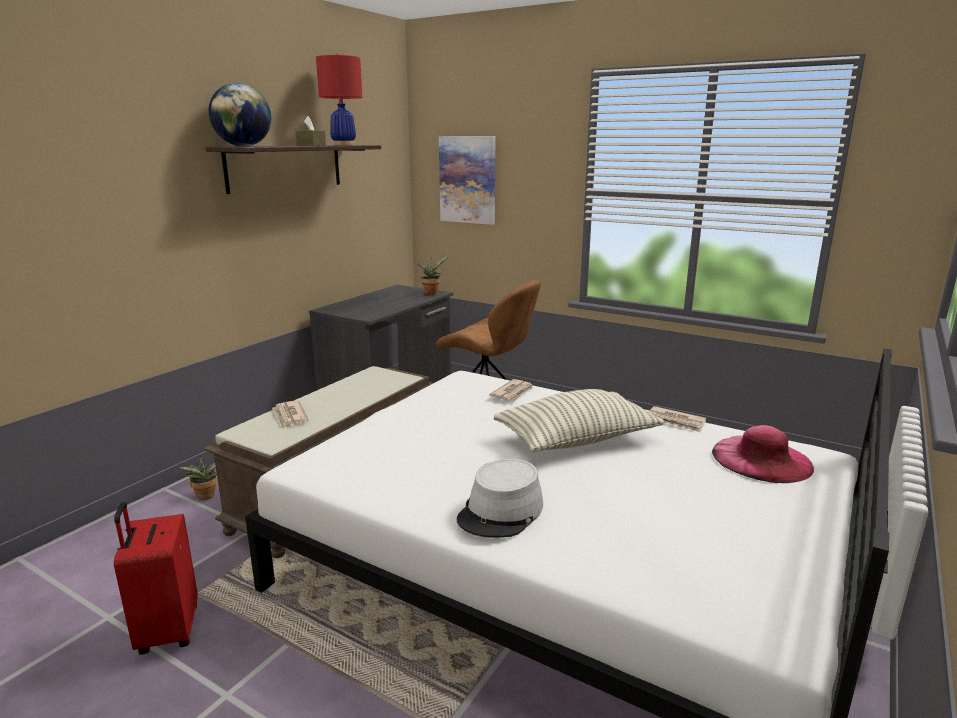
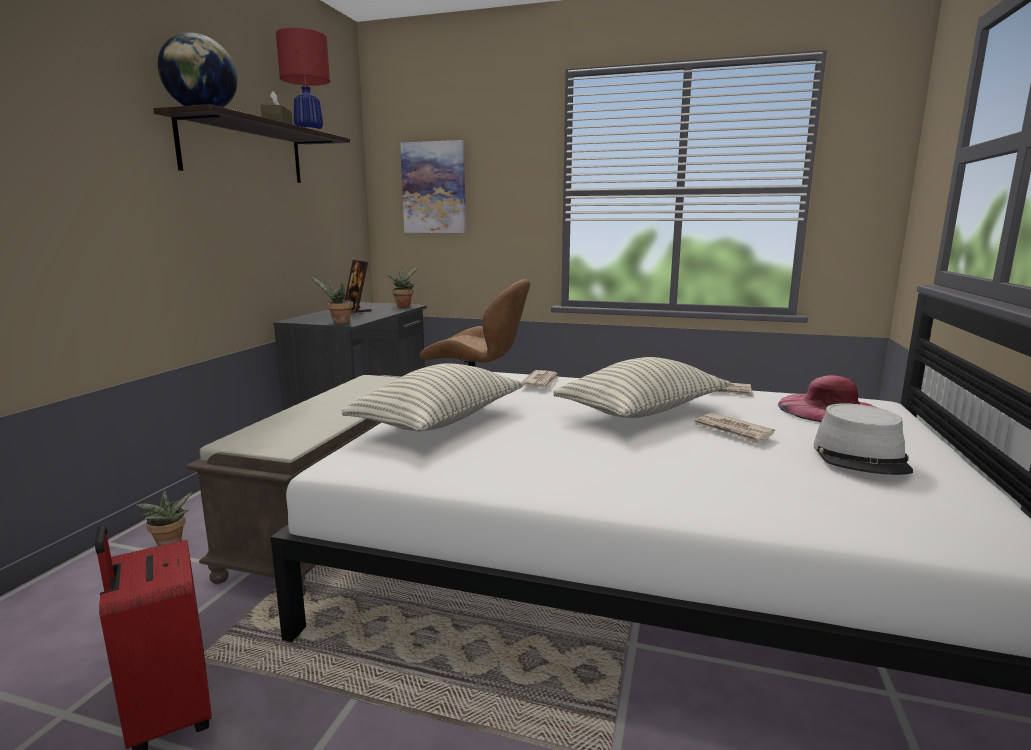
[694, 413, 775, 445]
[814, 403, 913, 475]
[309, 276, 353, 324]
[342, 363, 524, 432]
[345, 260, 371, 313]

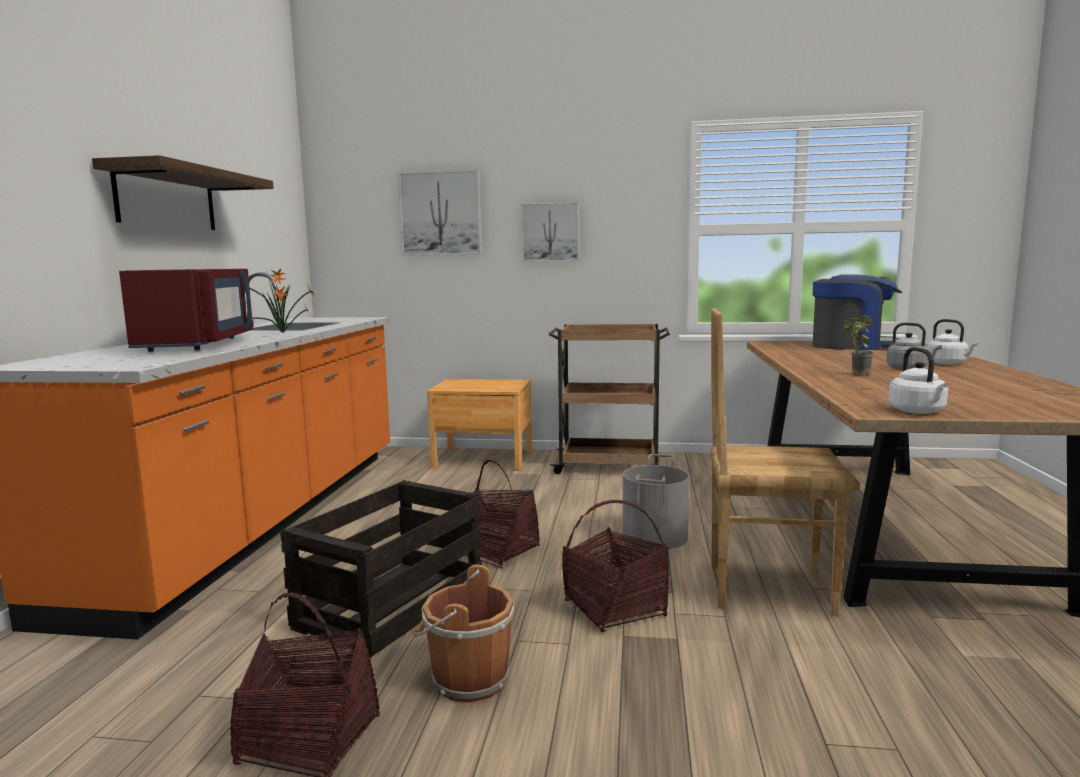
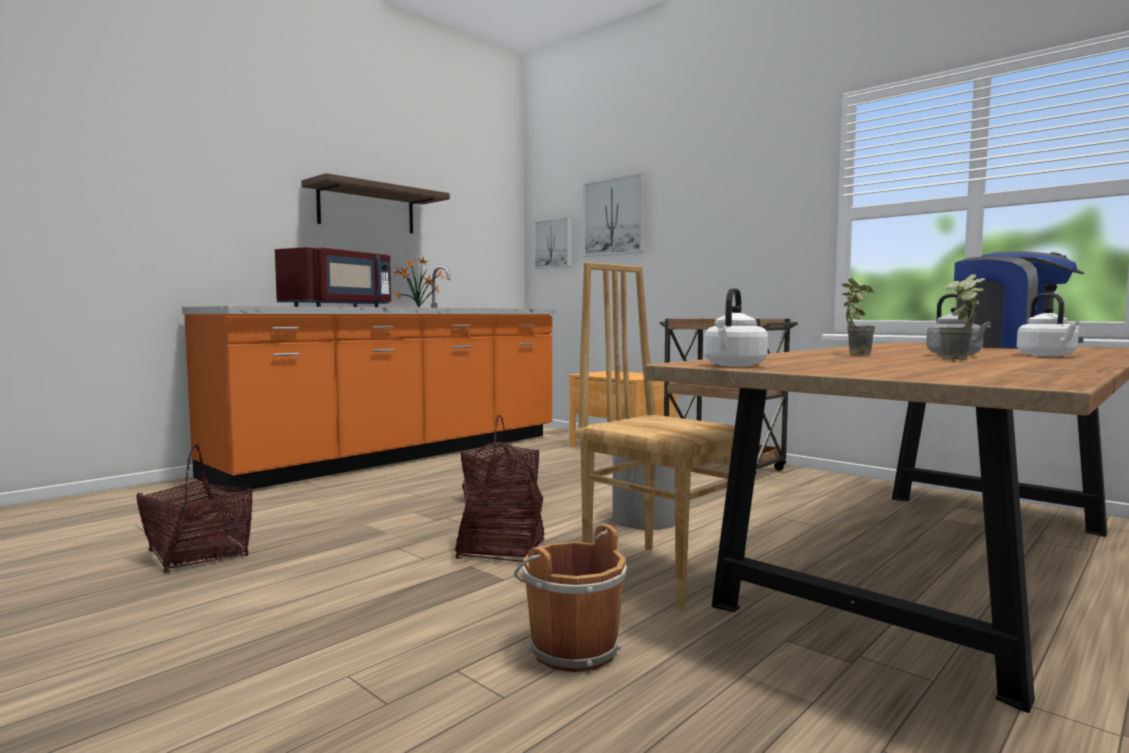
[280, 480, 482, 658] (first image)
[514, 524, 627, 672]
[534, 217, 572, 269]
[939, 274, 985, 360]

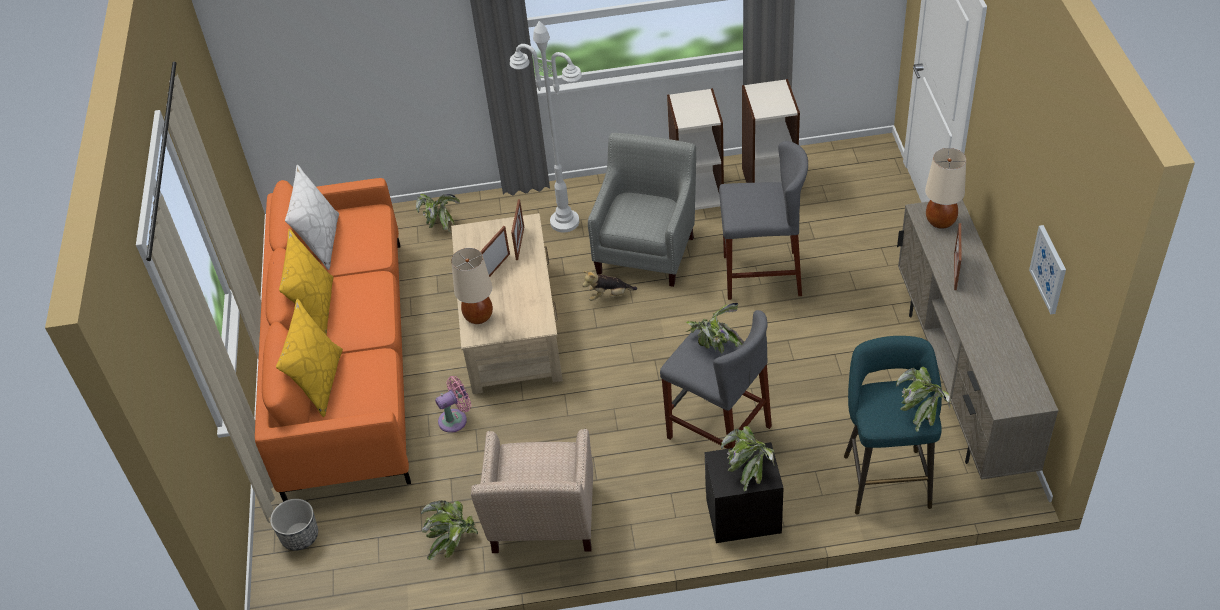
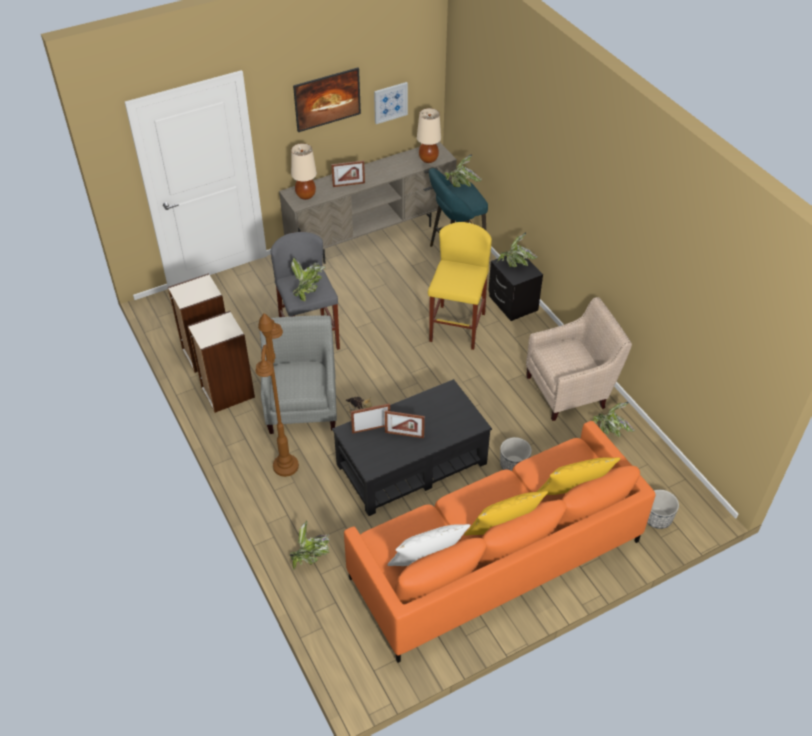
[500, 437, 532, 471]
[332, 379, 492, 516]
[417, 108, 441, 163]
[256, 313, 299, 477]
[260, 315, 337, 434]
[428, 222, 492, 350]
[291, 257, 325, 301]
[293, 68, 361, 132]

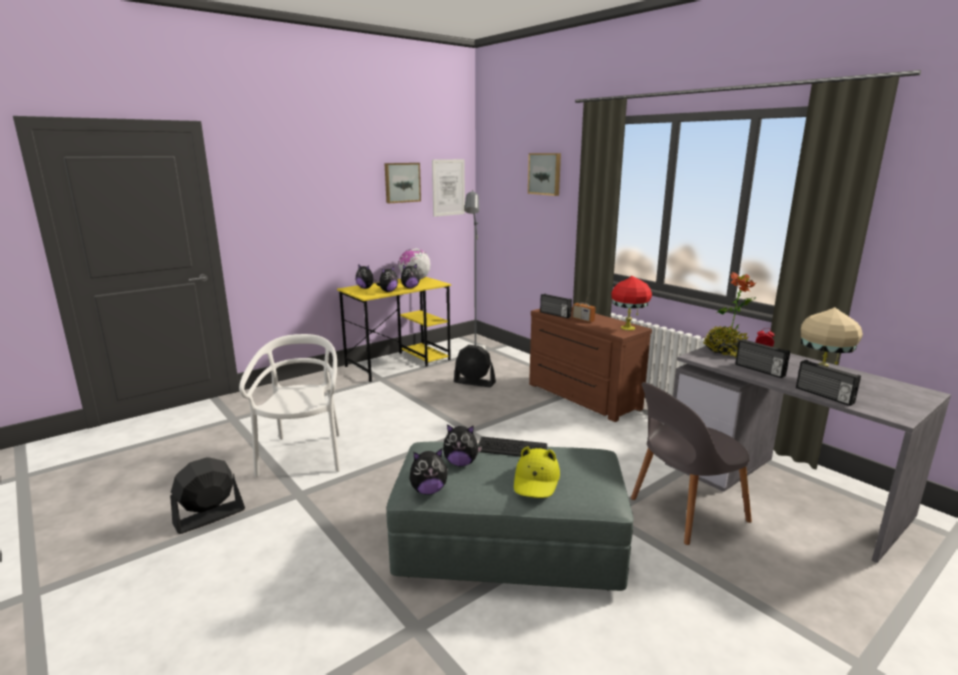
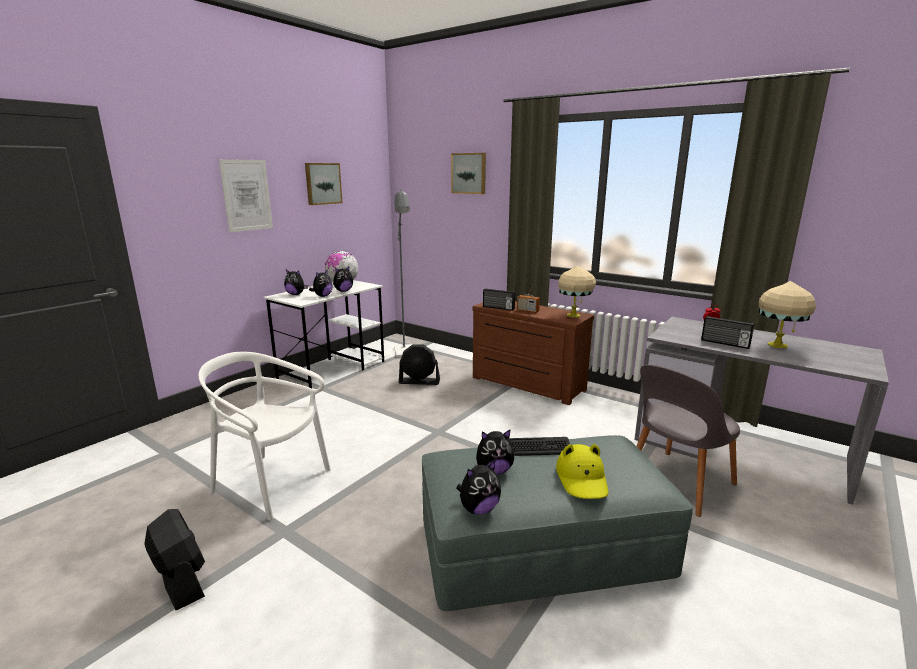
[144, 509, 205, 610]
[198, 352, 331, 520]
[264, 280, 385, 388]
[219, 159, 273, 232]
[558, 265, 596, 318]
[703, 272, 756, 358] (first image)
[796, 360, 861, 406] (first image)

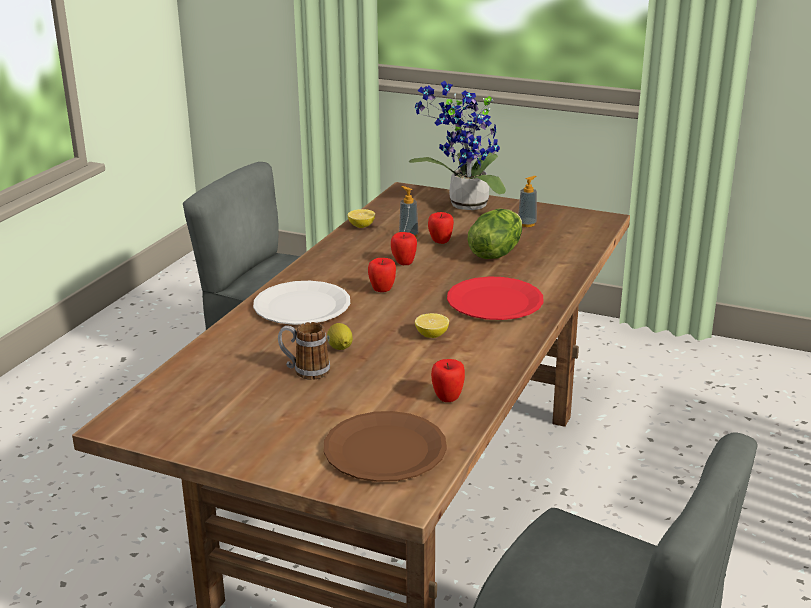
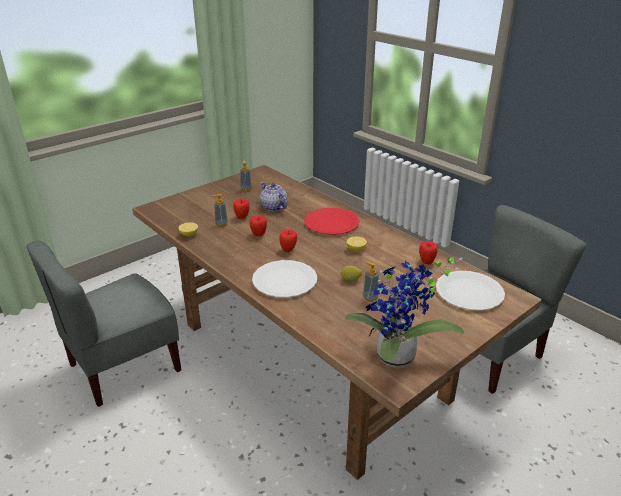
[363, 261, 379, 301]
[436, 271, 505, 311]
[345, 257, 464, 368]
[260, 182, 287, 211]

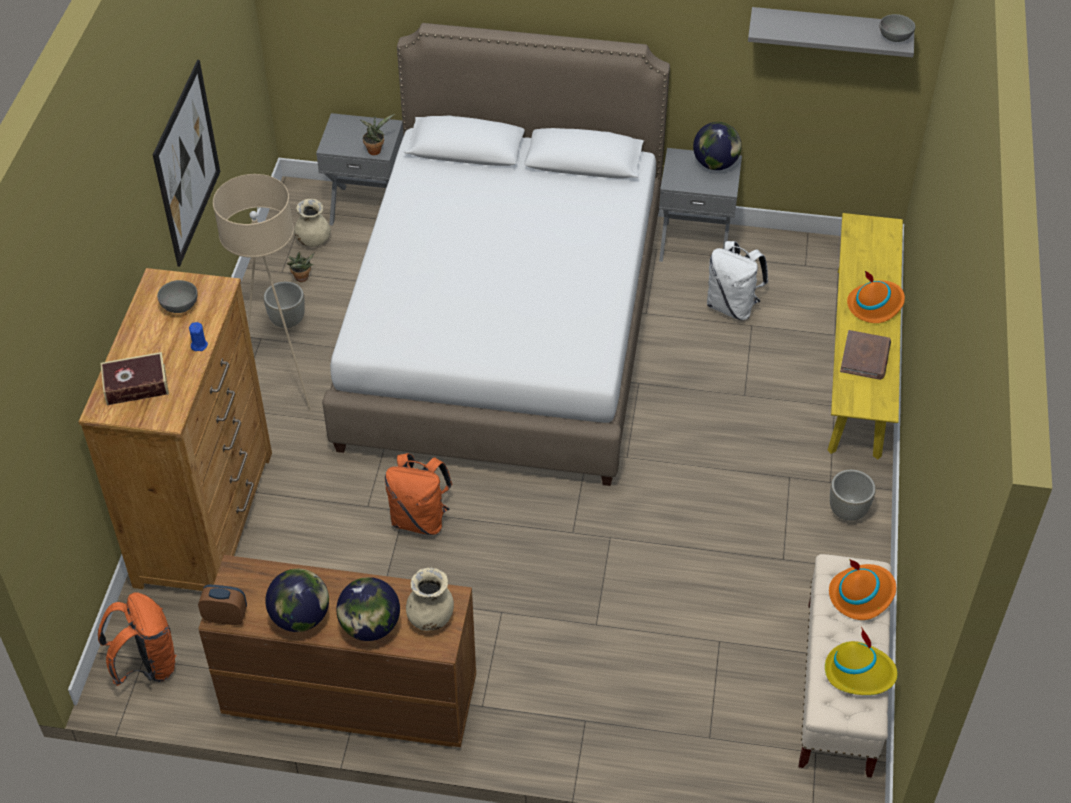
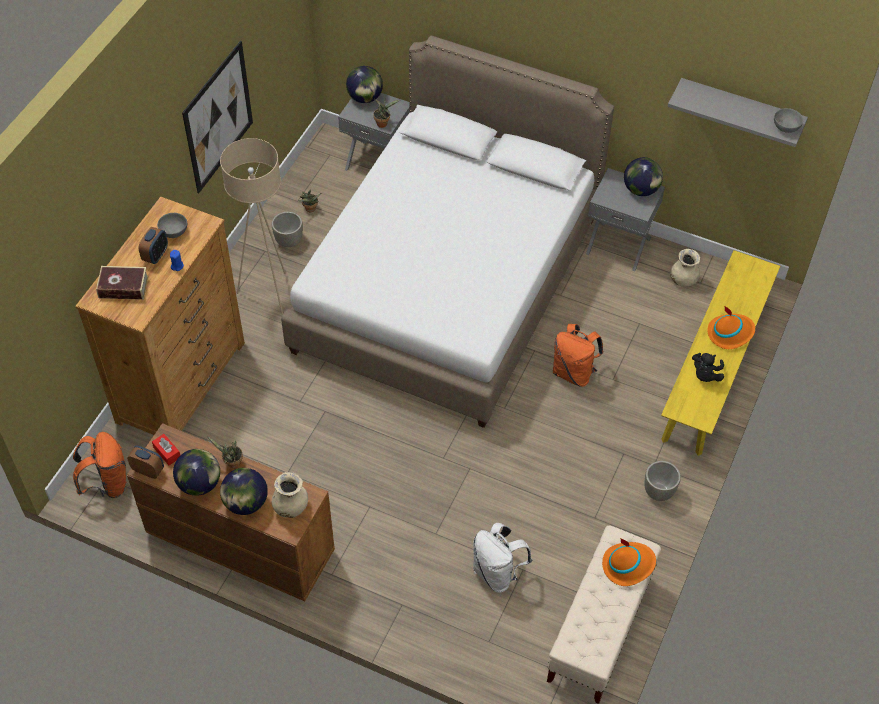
[670, 249, 700, 287]
[553, 324, 603, 387]
[473, 523, 532, 593]
[825, 627, 898, 695] (first image)
[692, 353, 724, 382]
[139, 227, 168, 264]
[152, 434, 180, 465]
[208, 437, 243, 468]
[346, 66, 383, 103]

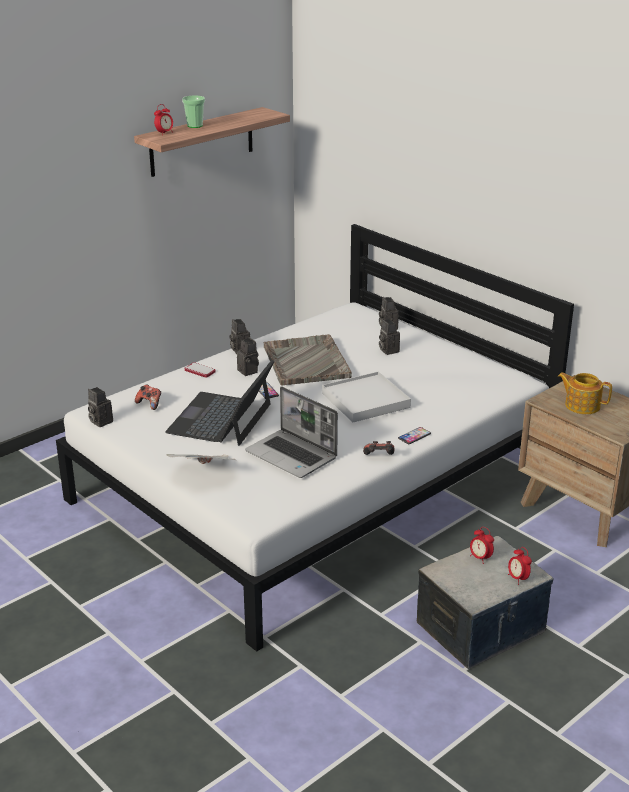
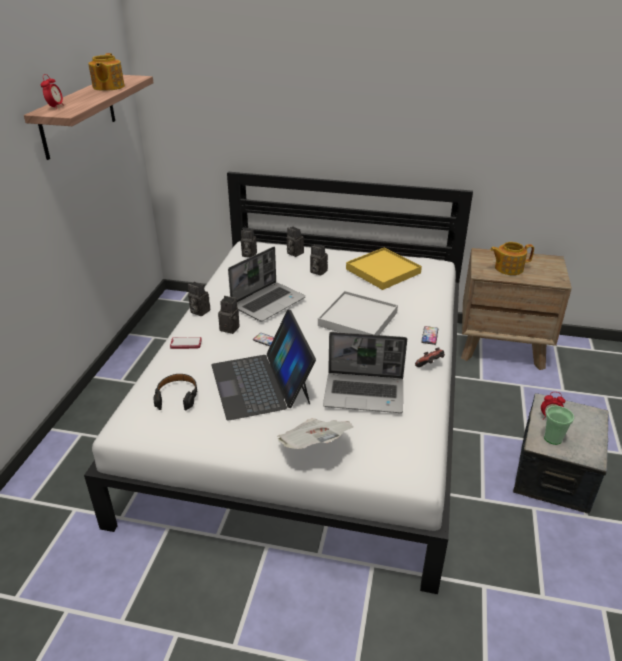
[241, 229, 257, 257]
[154, 374, 197, 410]
[544, 406, 574, 445]
[228, 247, 306, 322]
[508, 547, 532, 585] (first image)
[88, 53, 125, 91]
[346, 247, 422, 290]

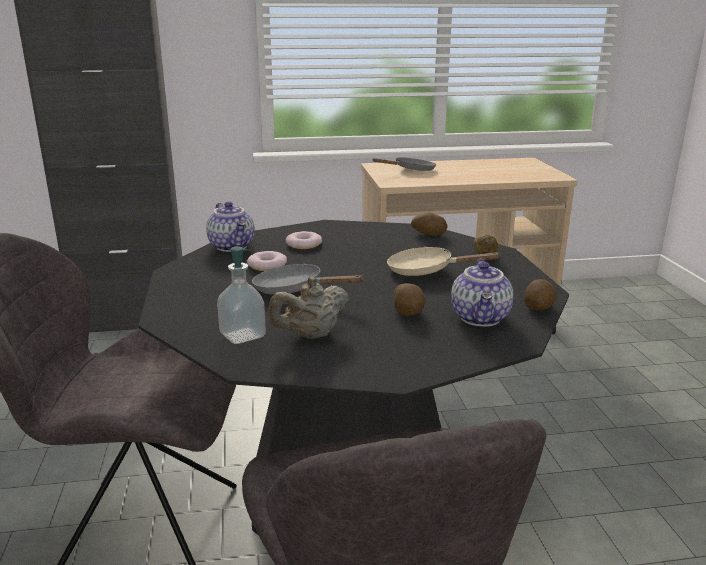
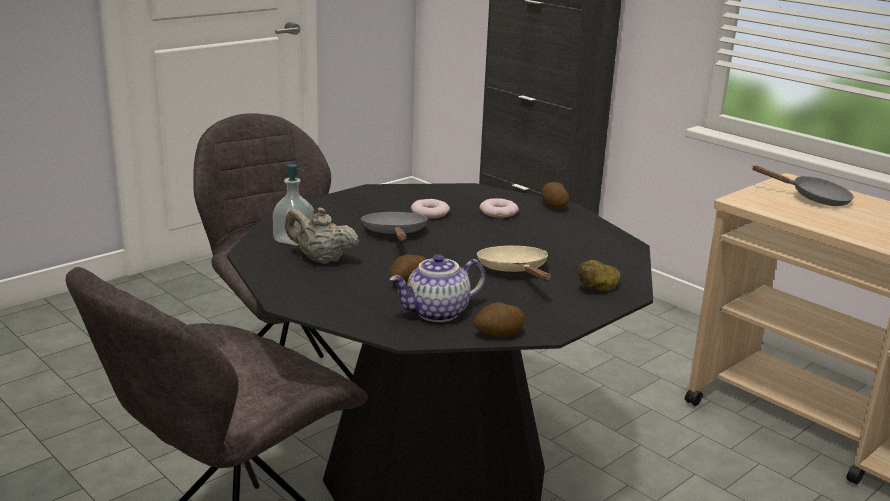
[206, 202, 255, 252] (first image)
[542, 182, 569, 209]

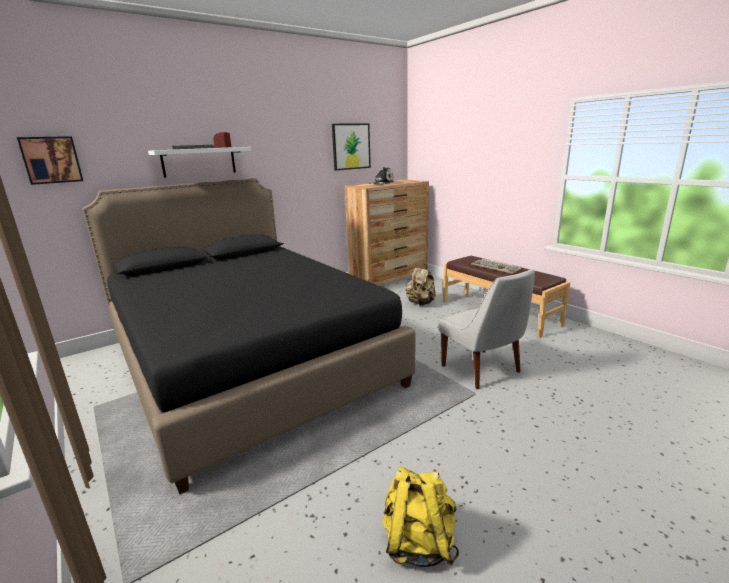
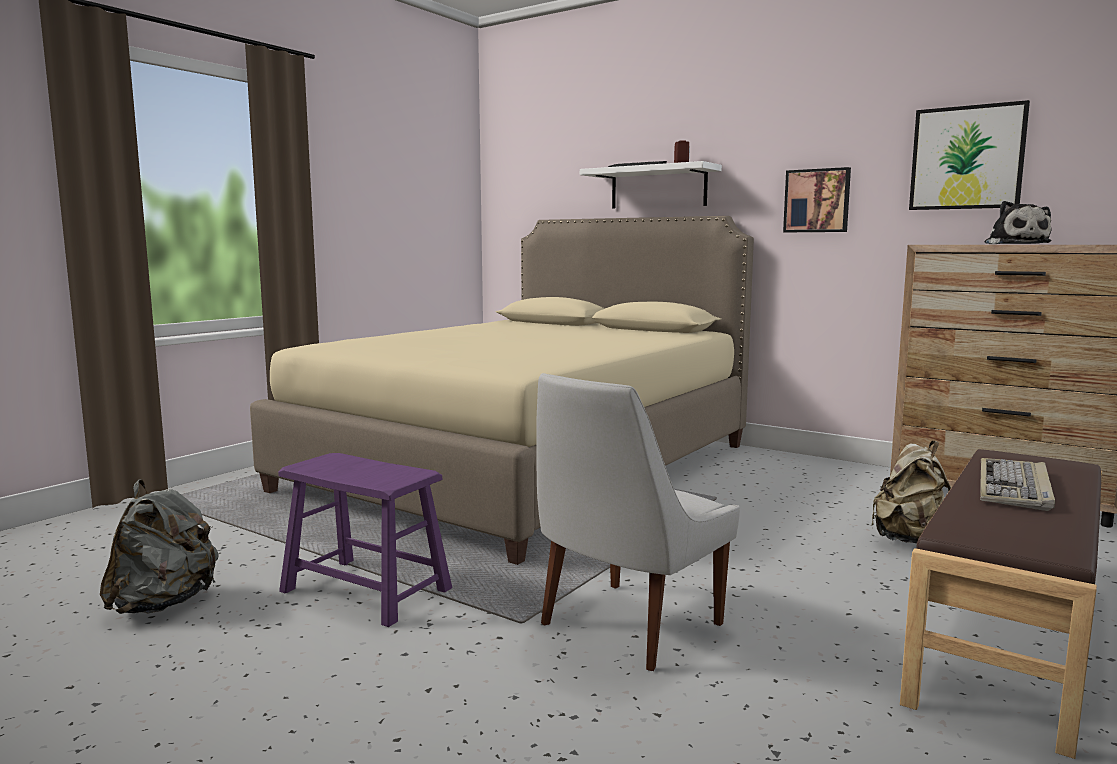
[783, 167, 851, 232]
[250, 216, 754, 565]
[100, 479, 219, 614]
[278, 453, 452, 627]

